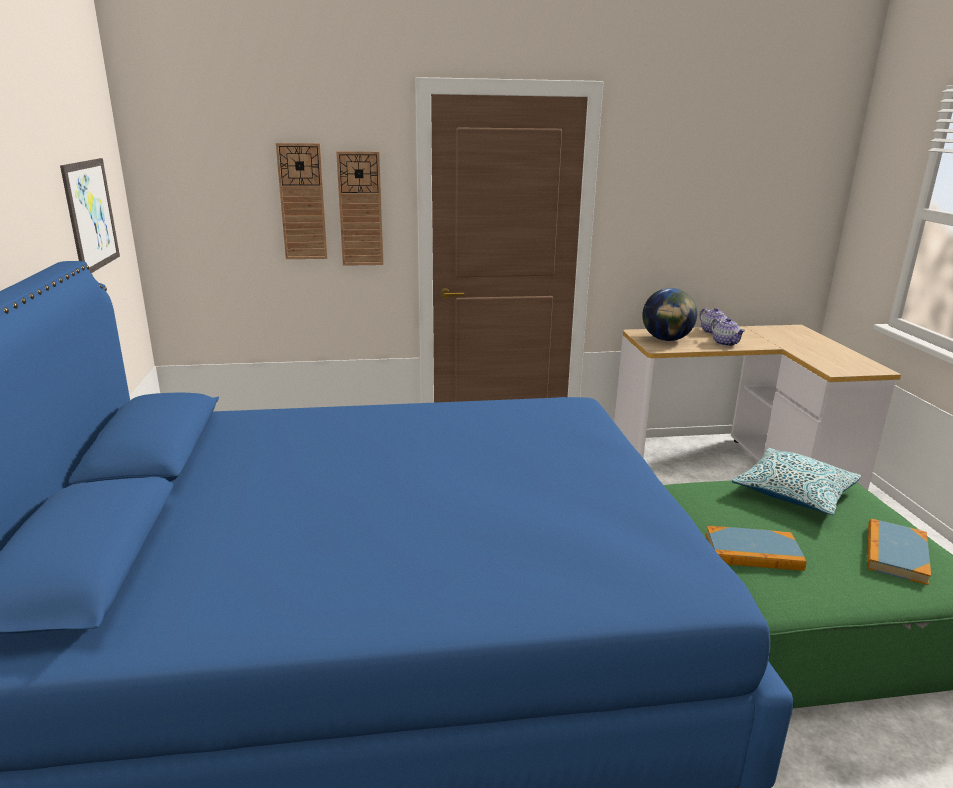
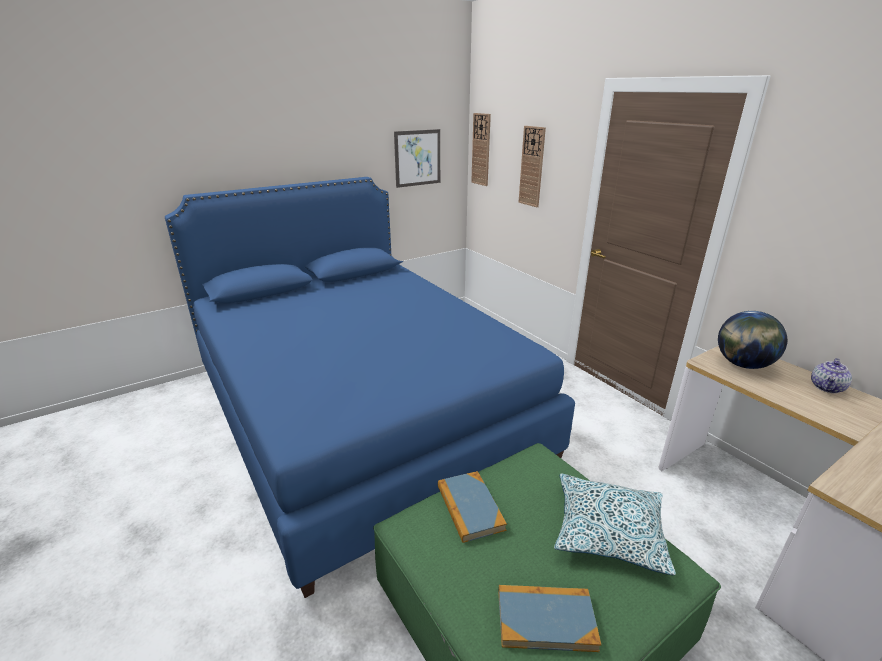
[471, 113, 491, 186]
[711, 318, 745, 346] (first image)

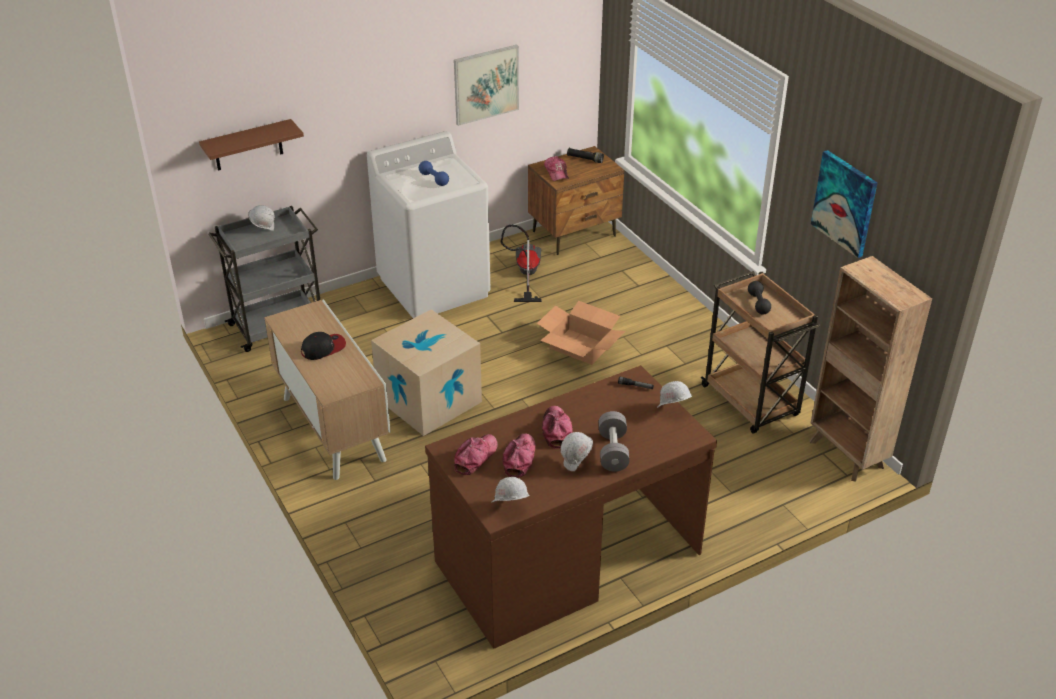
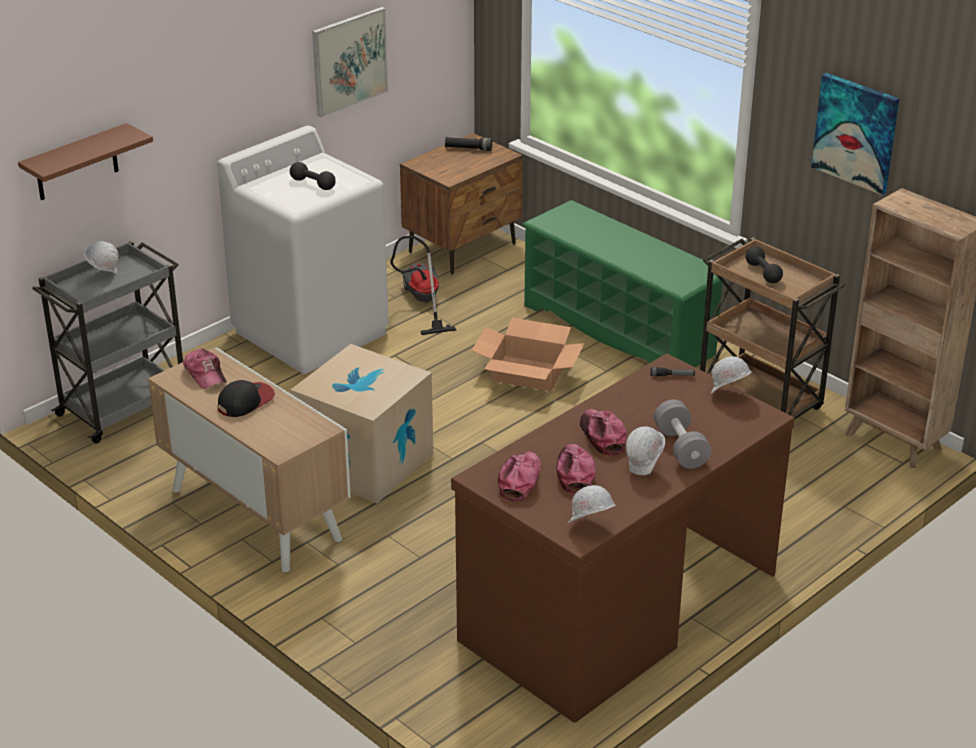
[290, 162, 336, 190]
[183, 348, 227, 389]
[522, 200, 725, 367]

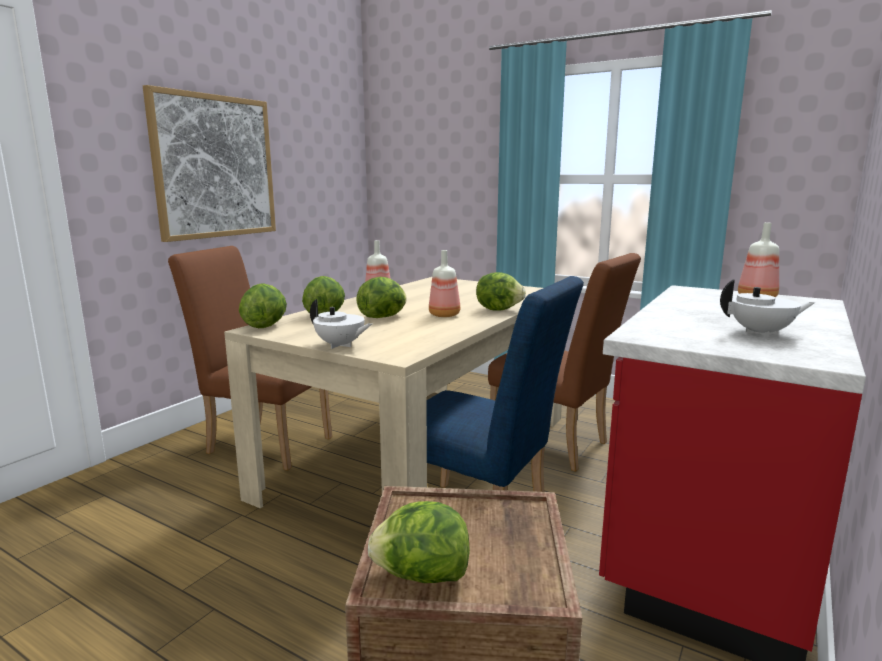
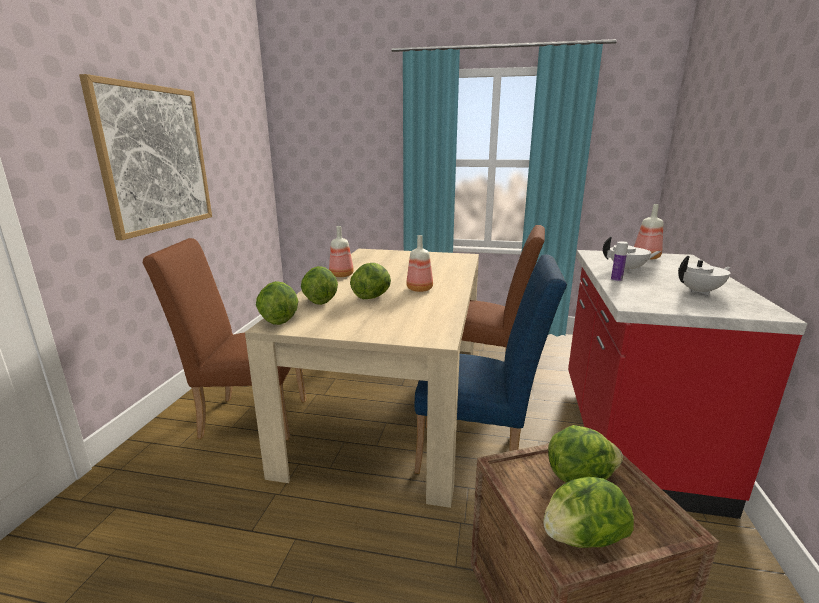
[603, 237, 661, 272]
[548, 425, 623, 483]
[611, 241, 628, 282]

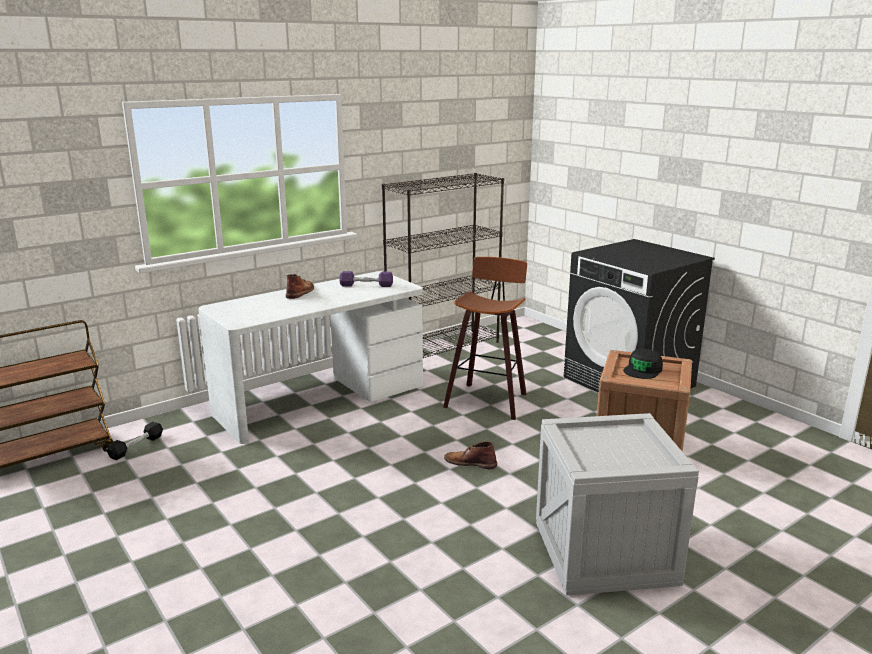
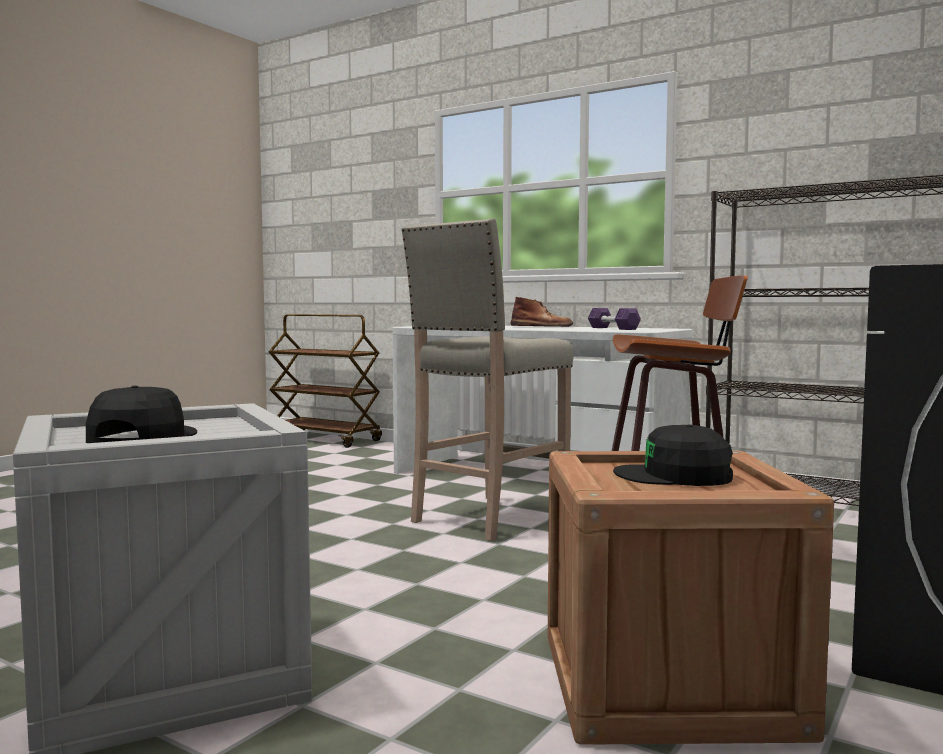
[107, 422, 163, 460] (first image)
[444, 441, 497, 469] (first image)
[86, 386, 197, 443]
[401, 218, 574, 541]

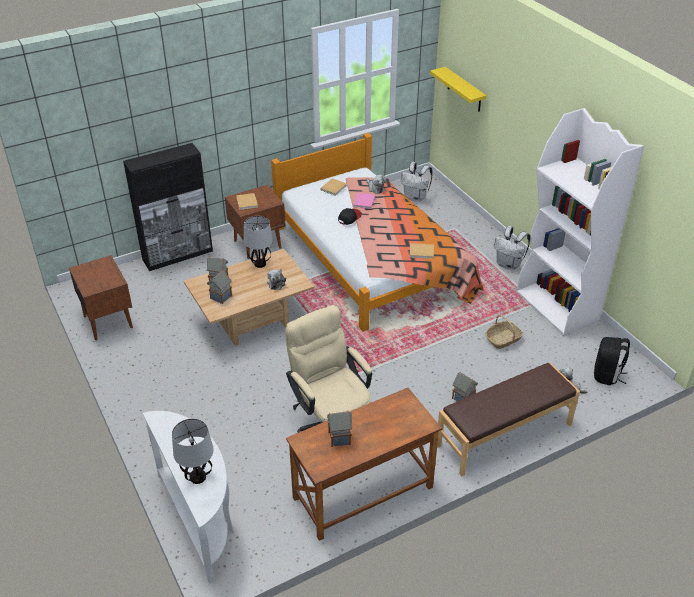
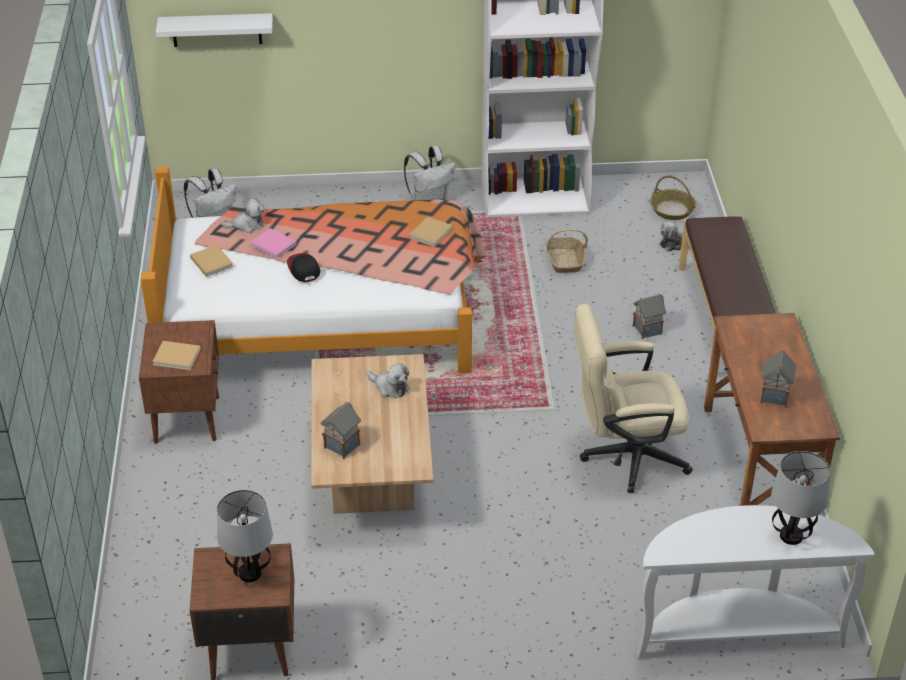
[123, 143, 213, 271] (first image)
[207, 270, 232, 305] (first image)
[217, 490, 273, 582]
[156, 13, 273, 47]
[650, 176, 696, 220]

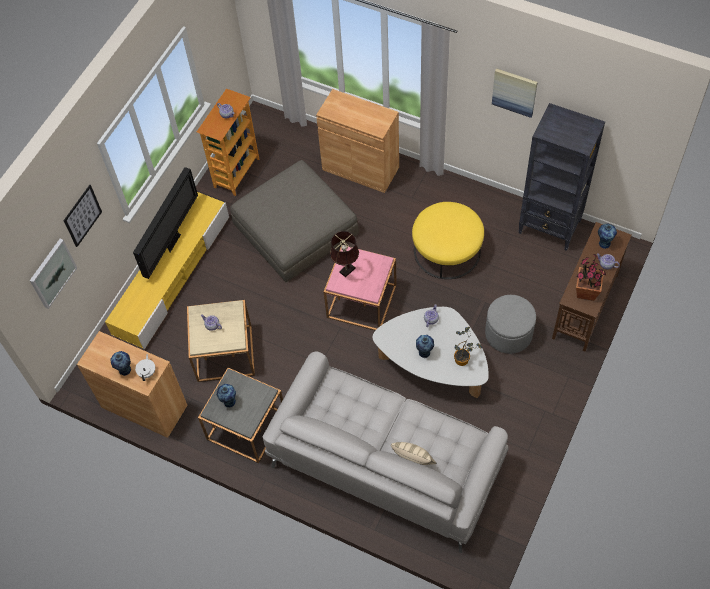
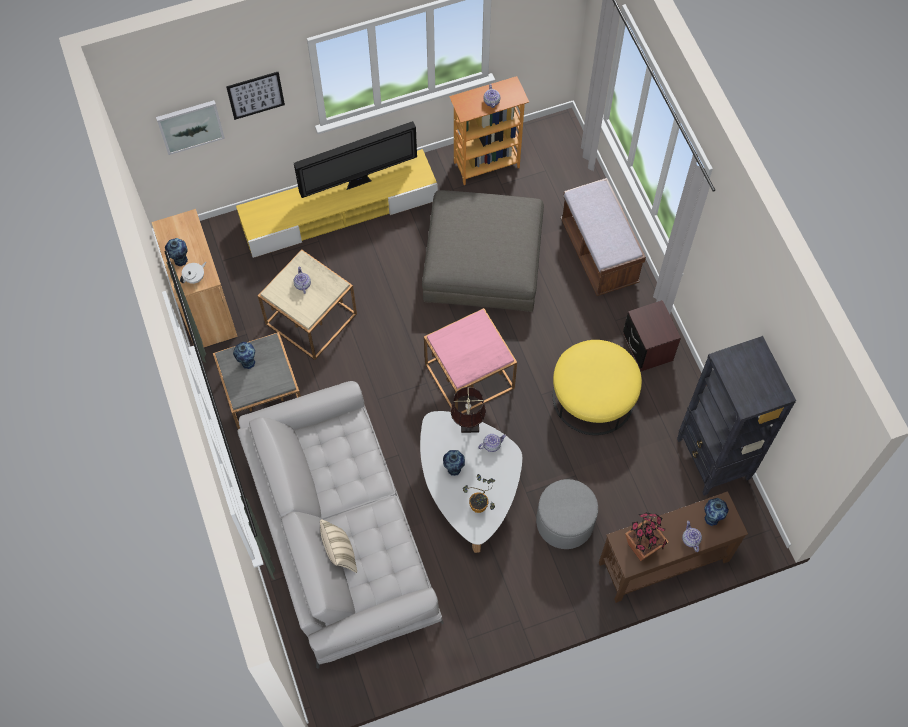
[560, 178, 646, 296]
[450, 387, 486, 433]
[492, 68, 538, 118] (first image)
[623, 300, 681, 371]

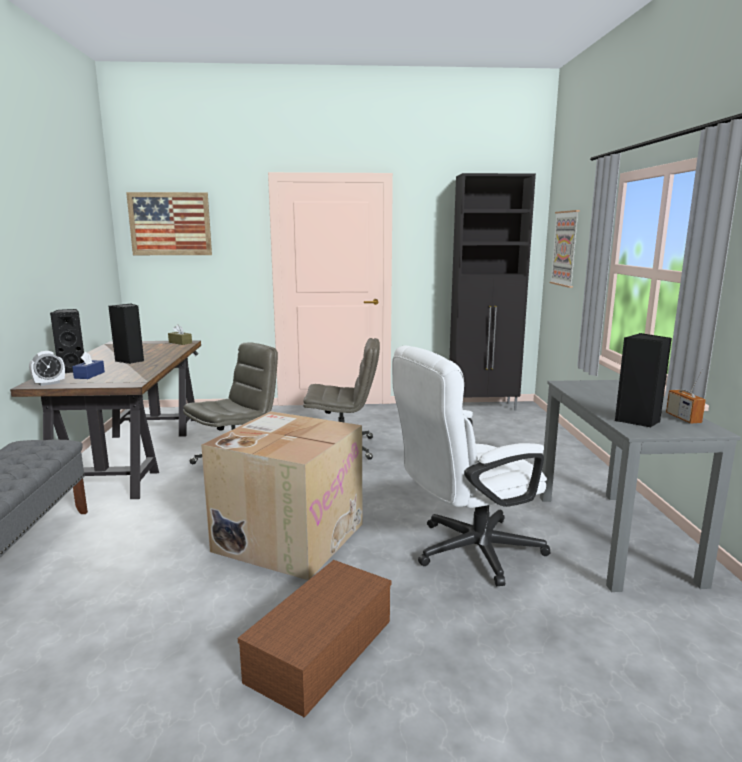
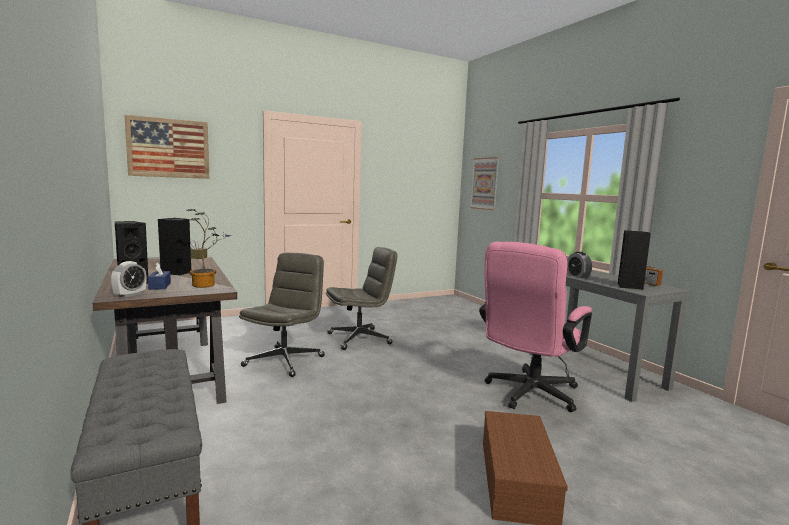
[201, 411, 363, 580] (first image)
[479, 242, 592, 412]
[449, 173, 536, 411] (first image)
[186, 209, 231, 288]
[567, 252, 592, 278]

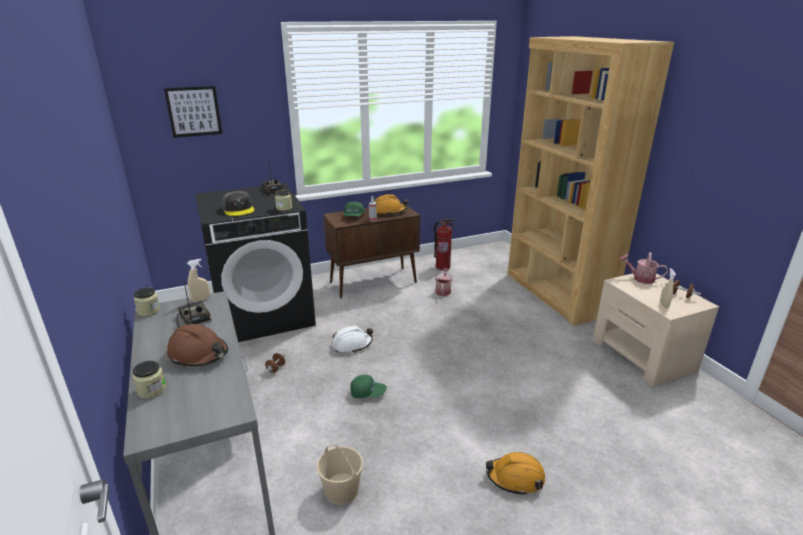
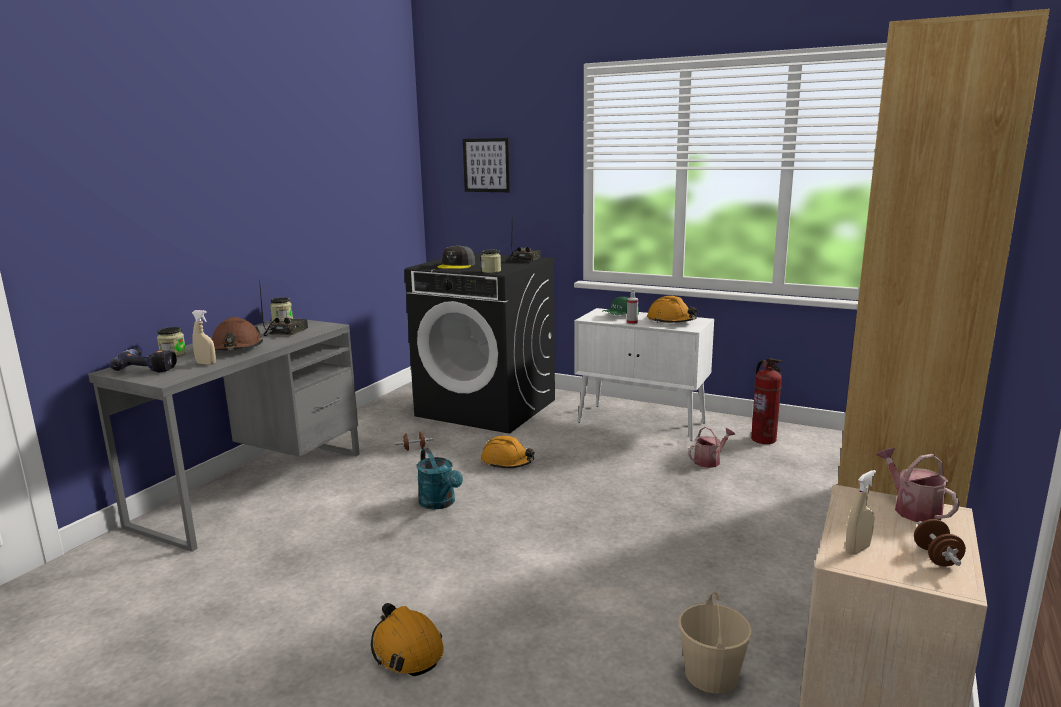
[192, 310, 216, 365]
[678, 591, 752, 694]
[575, 308, 714, 441]
[481, 436, 535, 469]
[417, 448, 463, 509]
[110, 348, 177, 372]

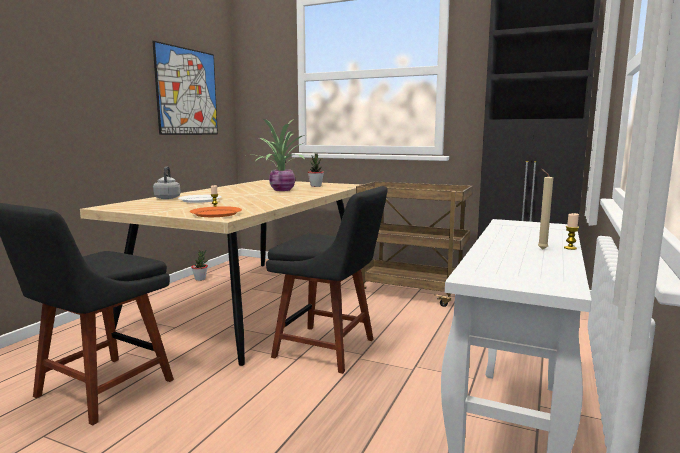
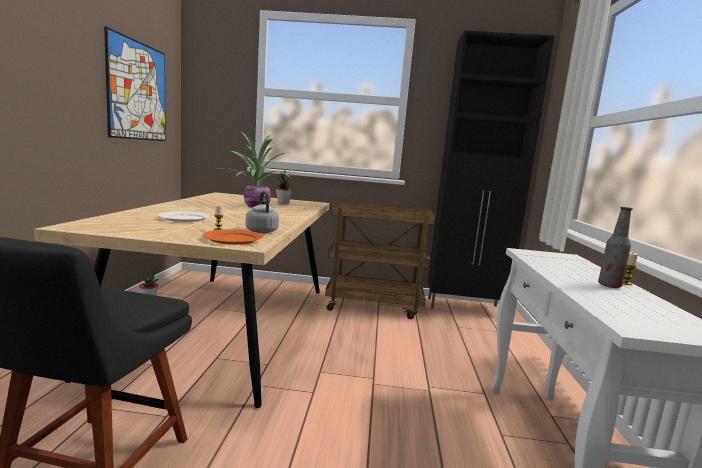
[246, 191, 279, 233]
[266, 186, 388, 374] (first image)
[598, 207, 633, 288]

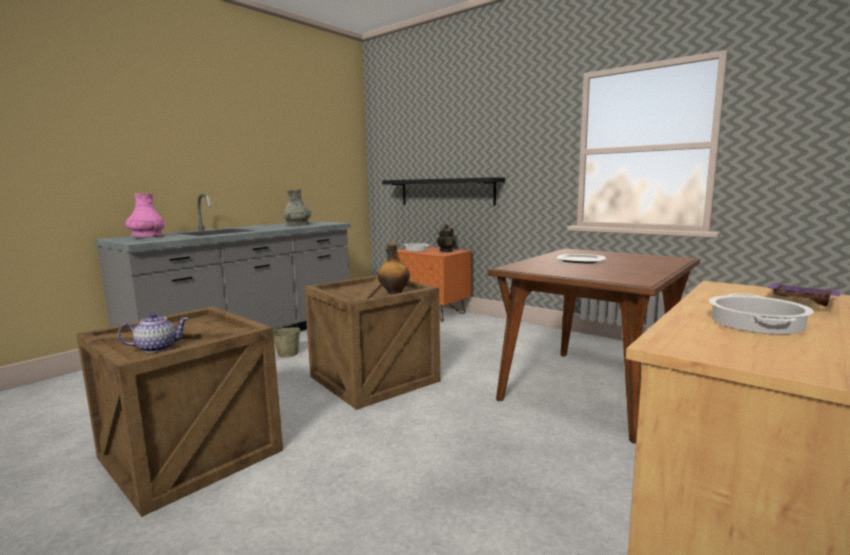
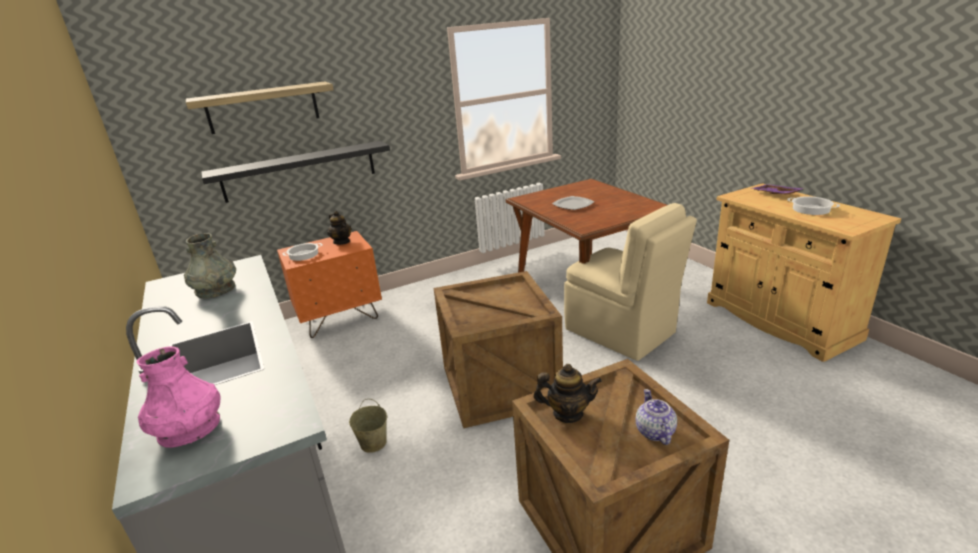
[378, 243, 410, 294] (first image)
[186, 81, 334, 134]
[534, 364, 602, 423]
[564, 203, 697, 361]

